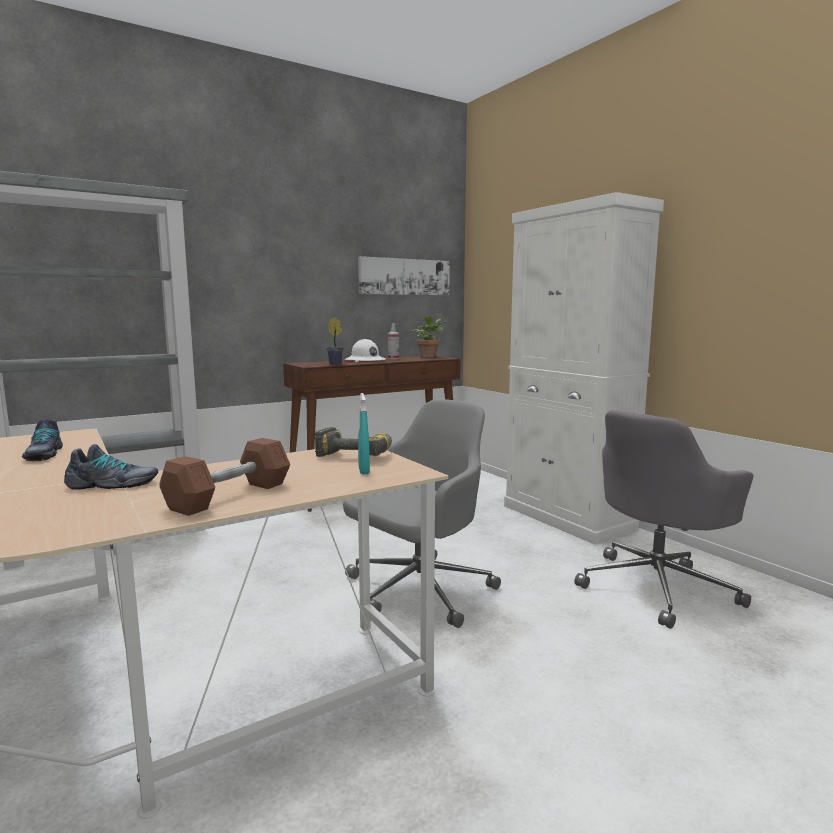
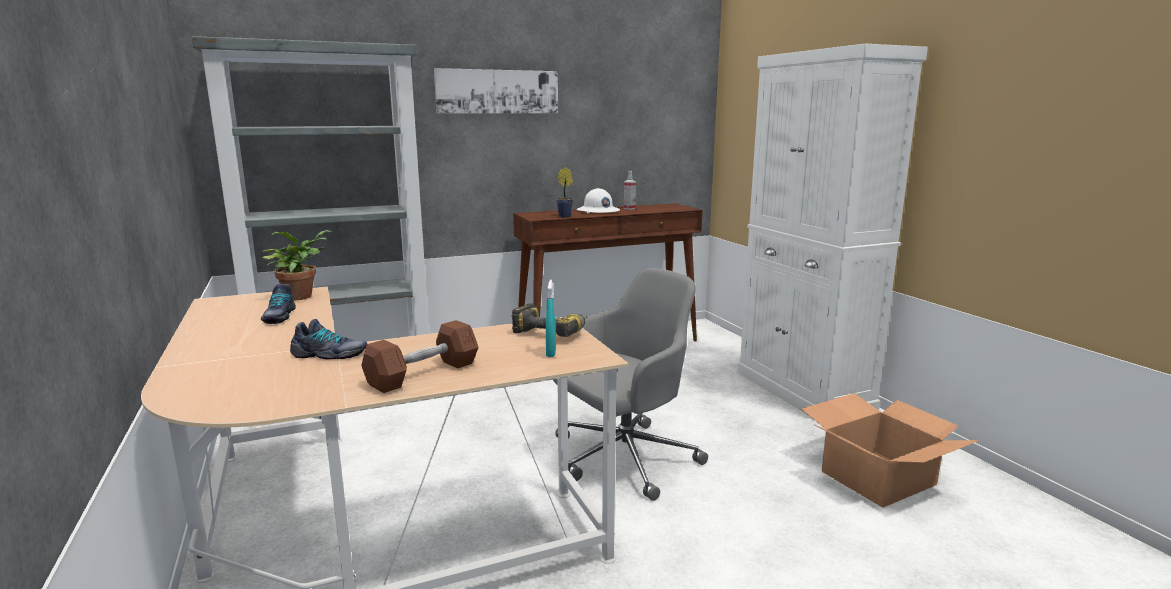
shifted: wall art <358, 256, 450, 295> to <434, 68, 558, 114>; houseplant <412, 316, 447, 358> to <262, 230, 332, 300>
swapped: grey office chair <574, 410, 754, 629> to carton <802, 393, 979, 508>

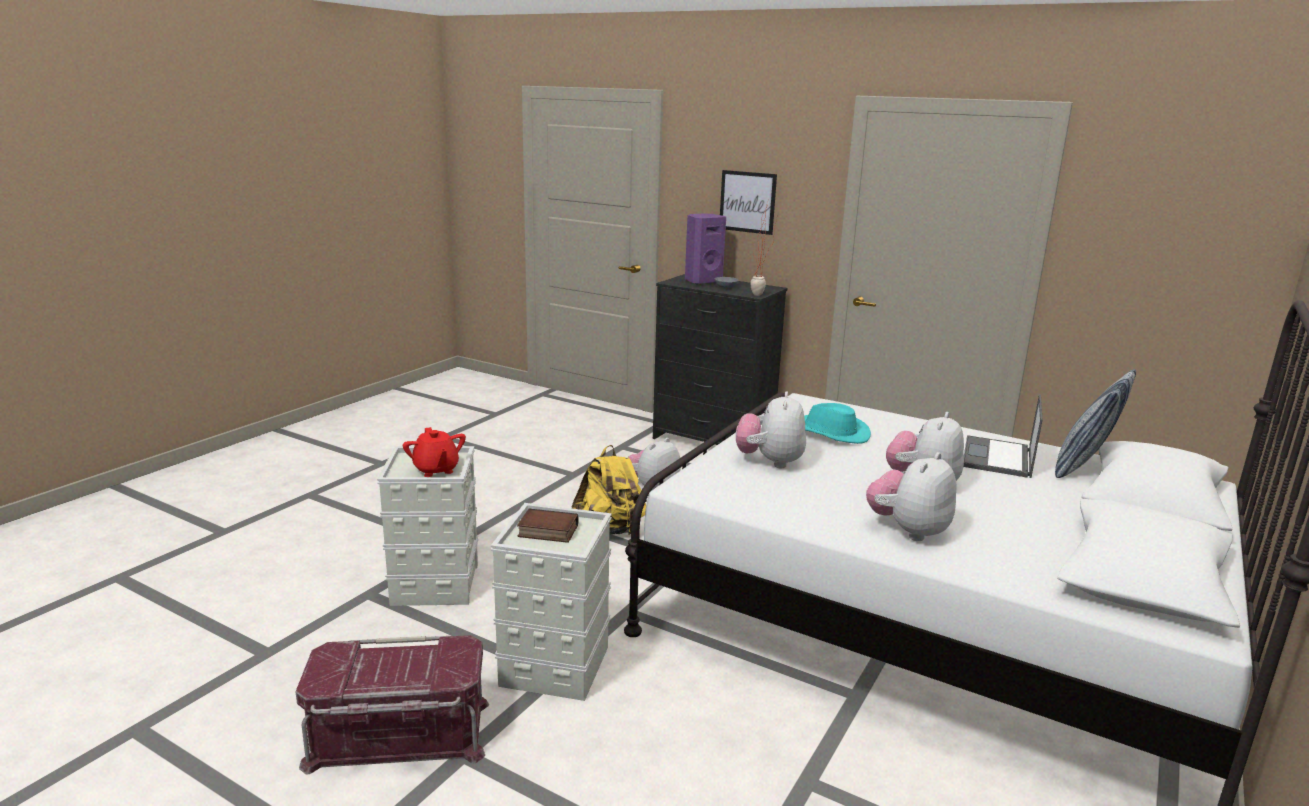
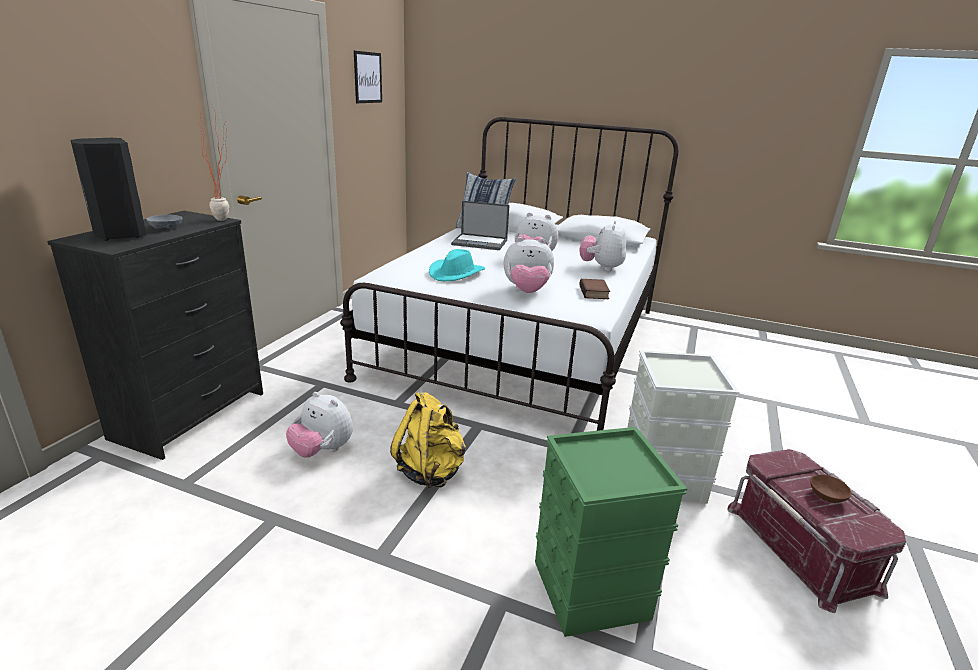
gone: red-coloured teapot <403, 427, 466, 477>
new: brownish serving bowl <810, 474, 852, 503>
shifted: book <517, 509, 578, 543> to <579, 279, 610, 299>; wall art <720, 170, 777, 235> to <354, 51, 382, 103>
repainted: grey storage container <377, 446, 478, 606> to green-coloured storage container <535, 427, 687, 637>; purple-coloured loudspeaker <685, 214, 726, 284> to black-coloured loudspeaker <70, 138, 146, 241>
rotated: soft toy <866, 452, 957, 541> = <579, 221, 626, 271> 75 degrees clockwise

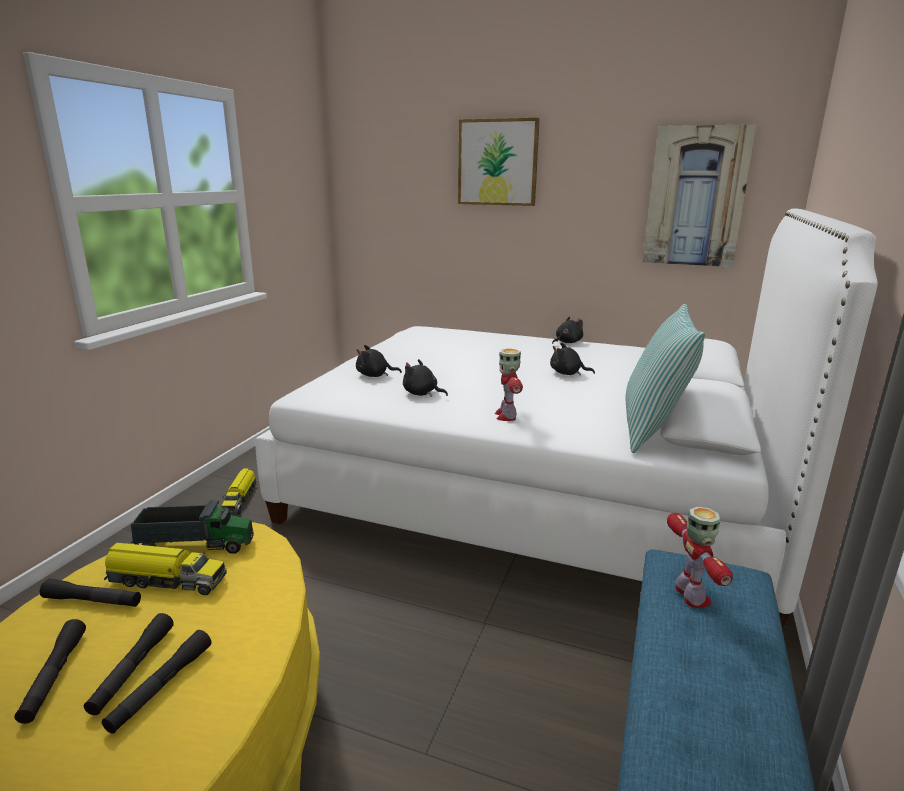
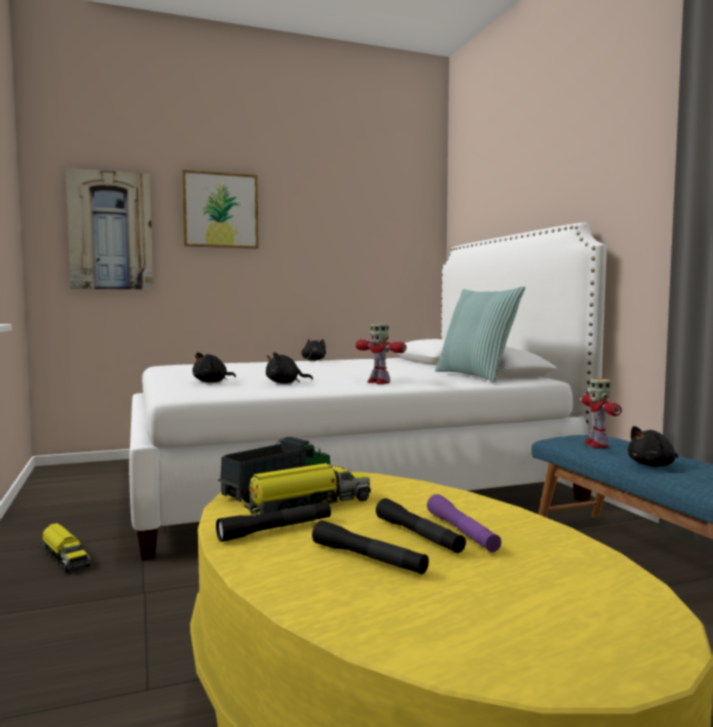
shifted: black-coloured soft toy <550, 343, 595, 375> to <628, 426, 678, 466>; wall art <643, 124, 757, 267> to <66, 168, 153, 290>
repainted: black-coloured flashlight <102, 630, 211, 734> to purple-coloured flashlight <427, 494, 501, 552>
rotated: model robot <667, 507, 733, 608> = <582, 379, 622, 448> 135 degrees counterclockwise

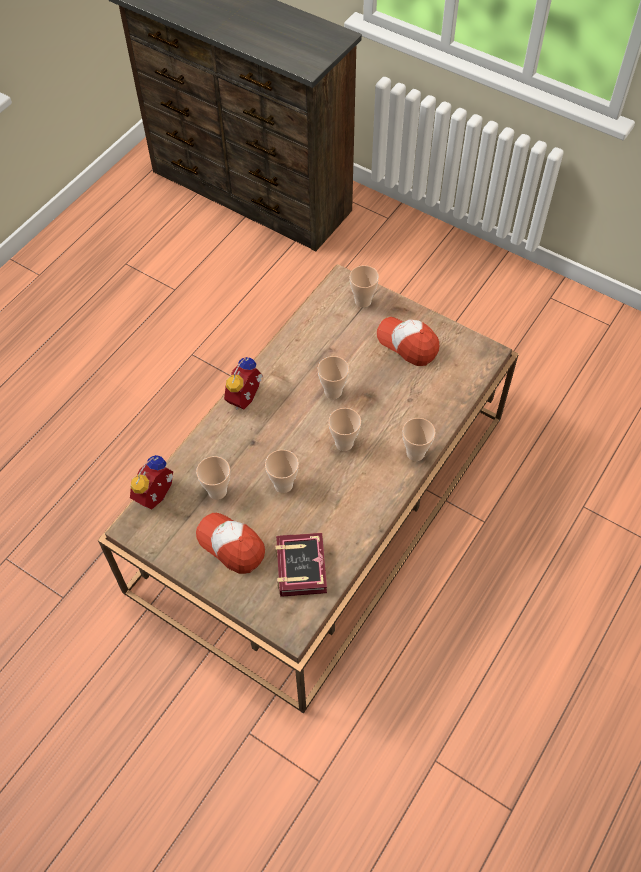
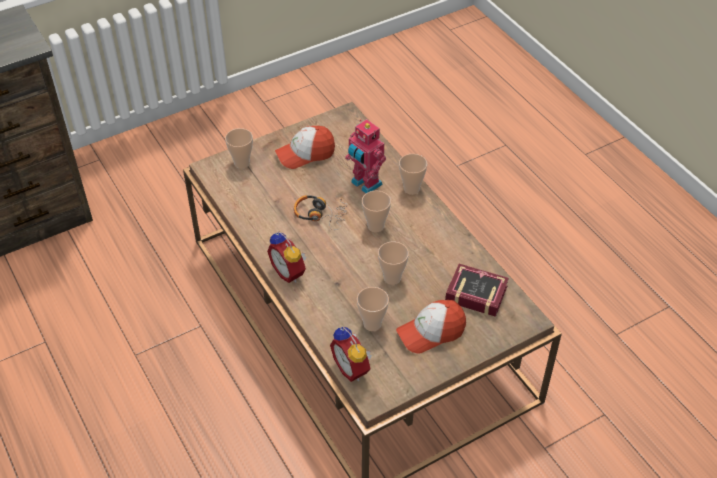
new: model robot <345, 119, 386, 194>
swapped: cup <318, 356, 349, 399> to pair of headphones <294, 195, 348, 230>

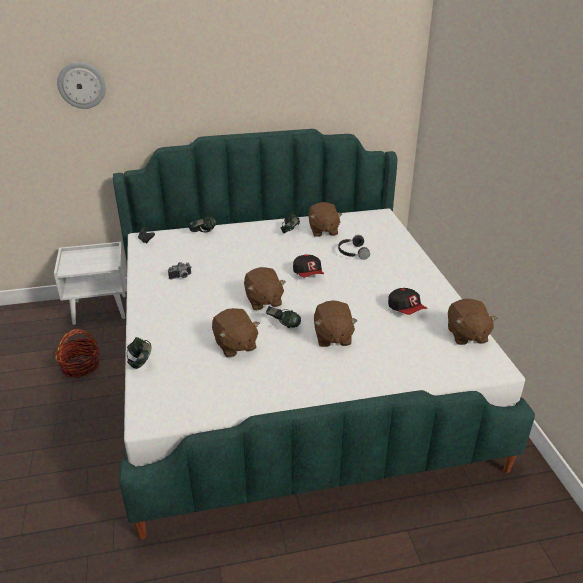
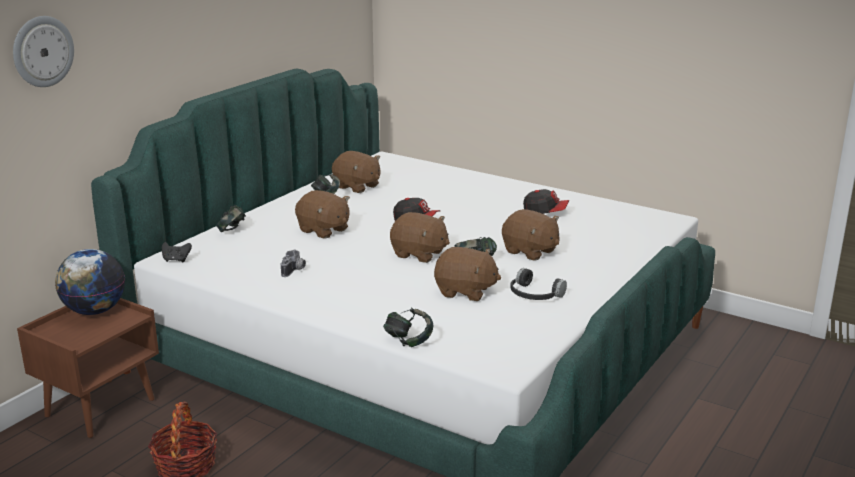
new: globe <55, 249, 125, 315>
shifted: black-coloured pair of headphones <338, 235, 370, 260> to <510, 268, 567, 300>; brownish soft toy <448, 299, 498, 345> to <295, 190, 350, 238>
repainted: white nightstand <54, 242, 126, 325> to brownish nightstand <17, 298, 159, 438>

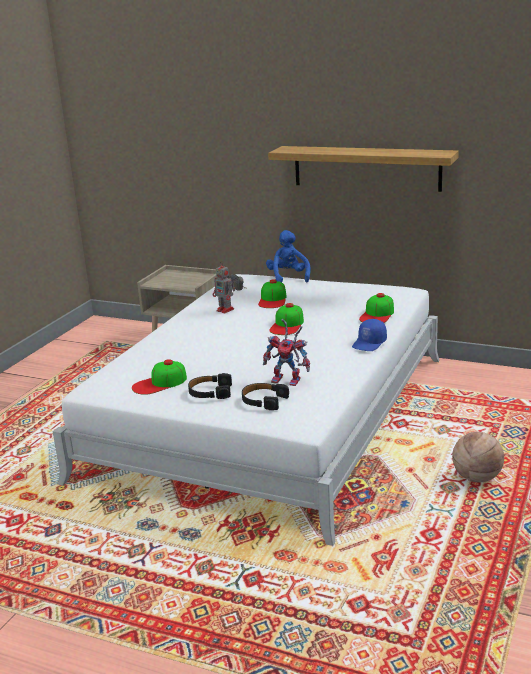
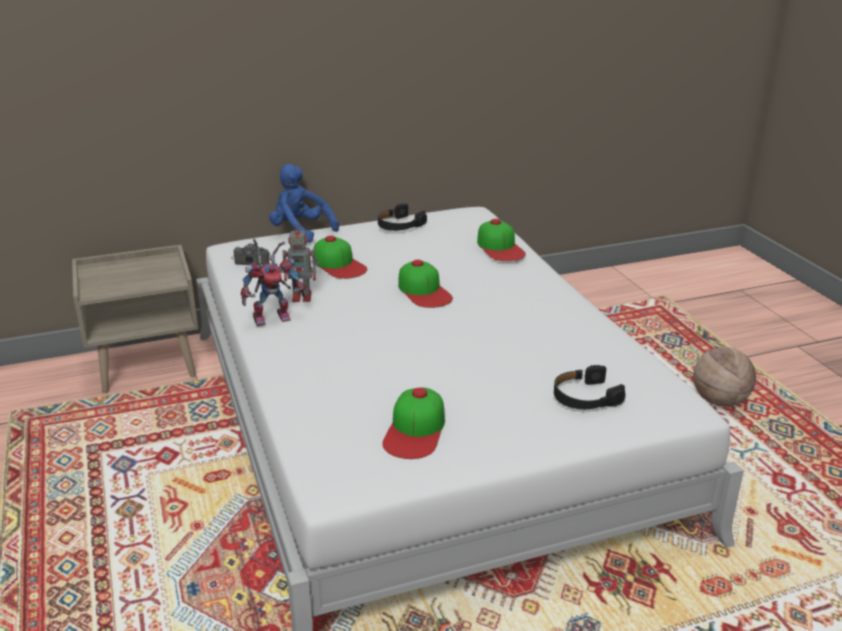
gone: wall shelf <268, 146, 459, 192>; bluish cap <352, 319, 387, 351>
shifted: black-coloured pair of headphones <188, 373, 232, 399> to <378, 204, 427, 231>; model robot <263, 319, 310, 386> to <241, 239, 307, 326>

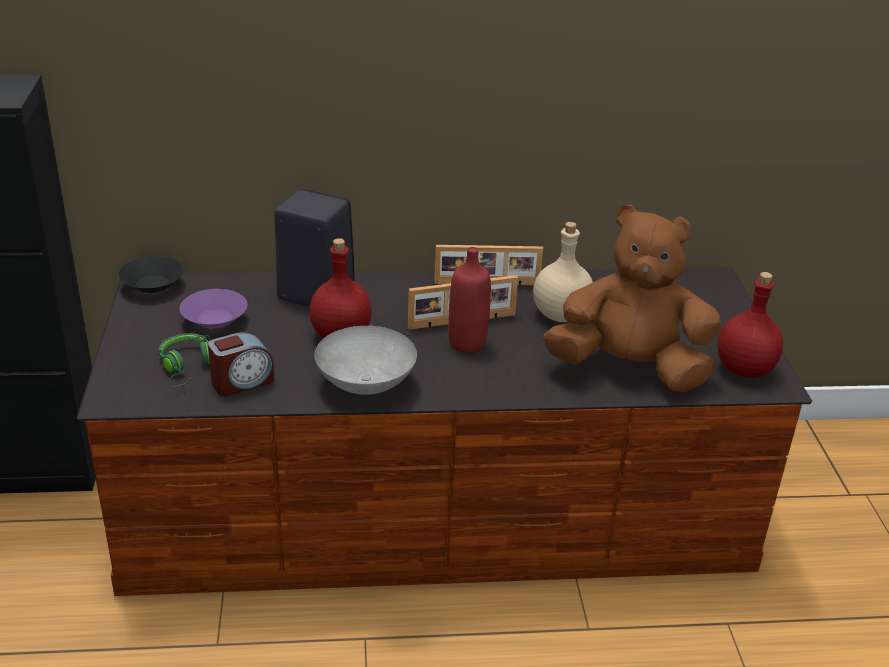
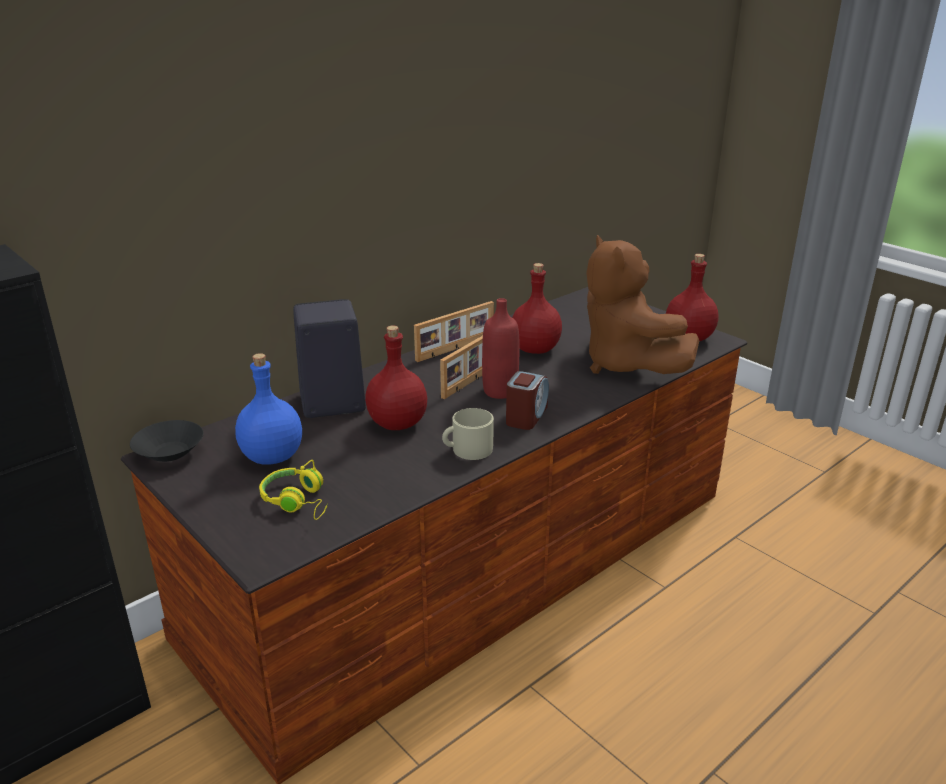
shifted: table clock <208, 332, 274, 396> to <506, 371, 549, 430>
swapped: purple-coloured serving bowl <180, 289, 247, 329> to bluish beverage bottle <235, 353, 302, 465>; grey serving bowl <315, 326, 417, 395> to beige-coloured coffee mug <442, 408, 494, 460>
repainted: green-coloured pair of headphones <158, 333, 210, 387> to yellowish pair of headphones <259, 460, 328, 520>; beige-coloured beverage bottle <533, 222, 593, 322> to red-coloured beverage bottle <512, 263, 562, 354>
rotated: brownish soft toy <543, 205, 721, 392> = <586, 235, 699, 374> 90 degrees counterclockwise

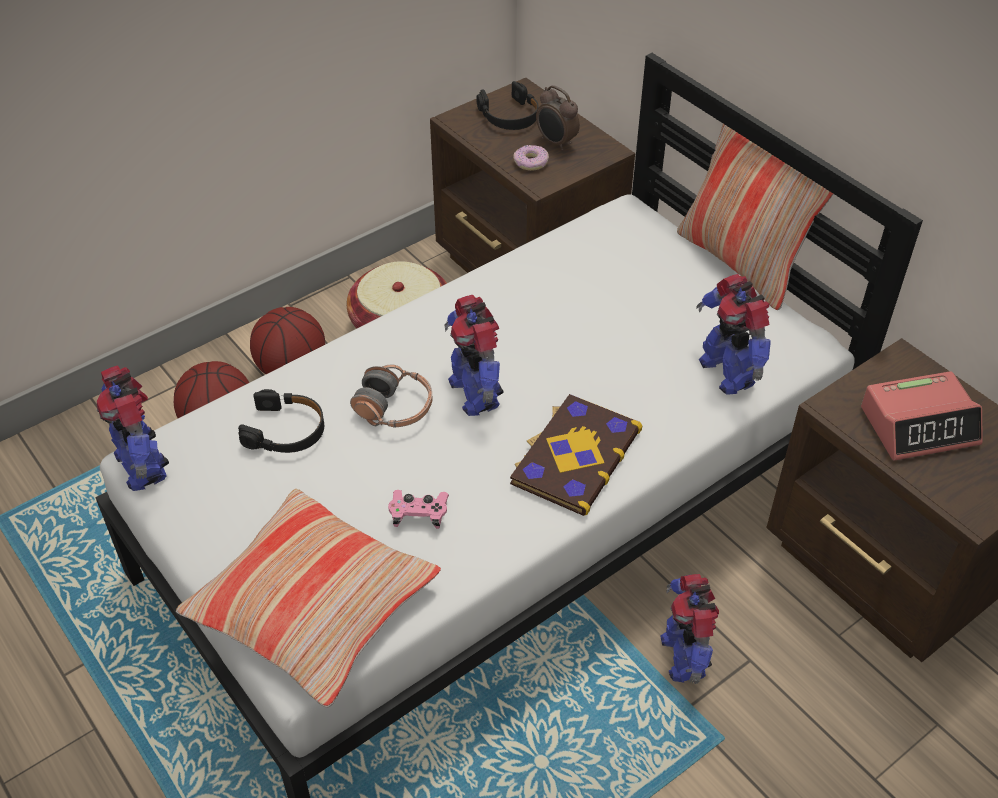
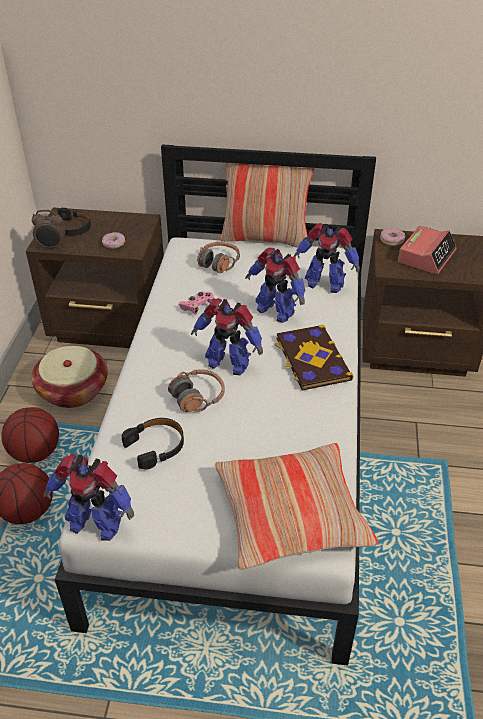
new: pair of headphones <197, 242, 240, 273>; ring doughnut <380, 228, 405, 246>
shifted: pink gamepad <388, 490, 449, 529> to <178, 291, 215, 315>; table clock <536, 85, 580, 151> to <32, 210, 65, 250>; model robot <660, 574, 719, 684> to <245, 247, 306, 323>

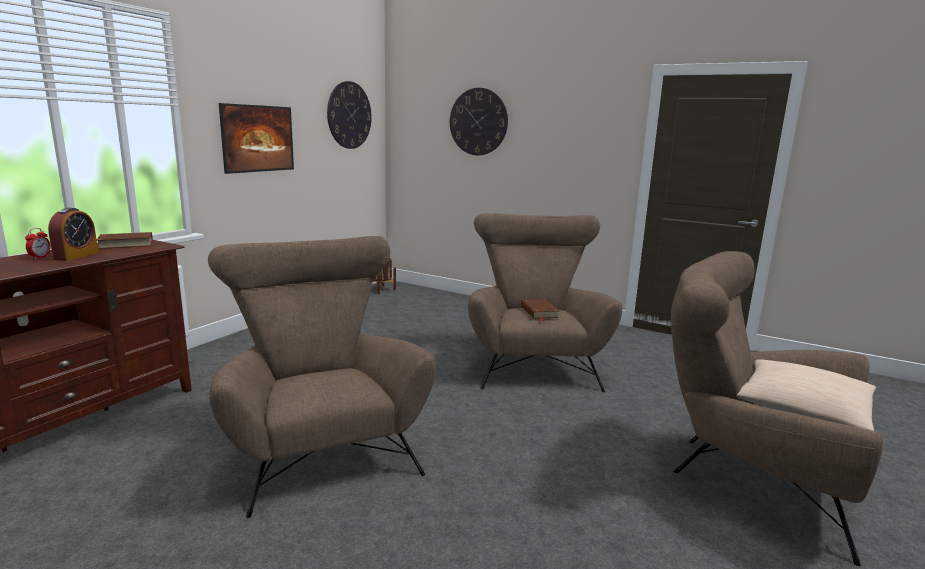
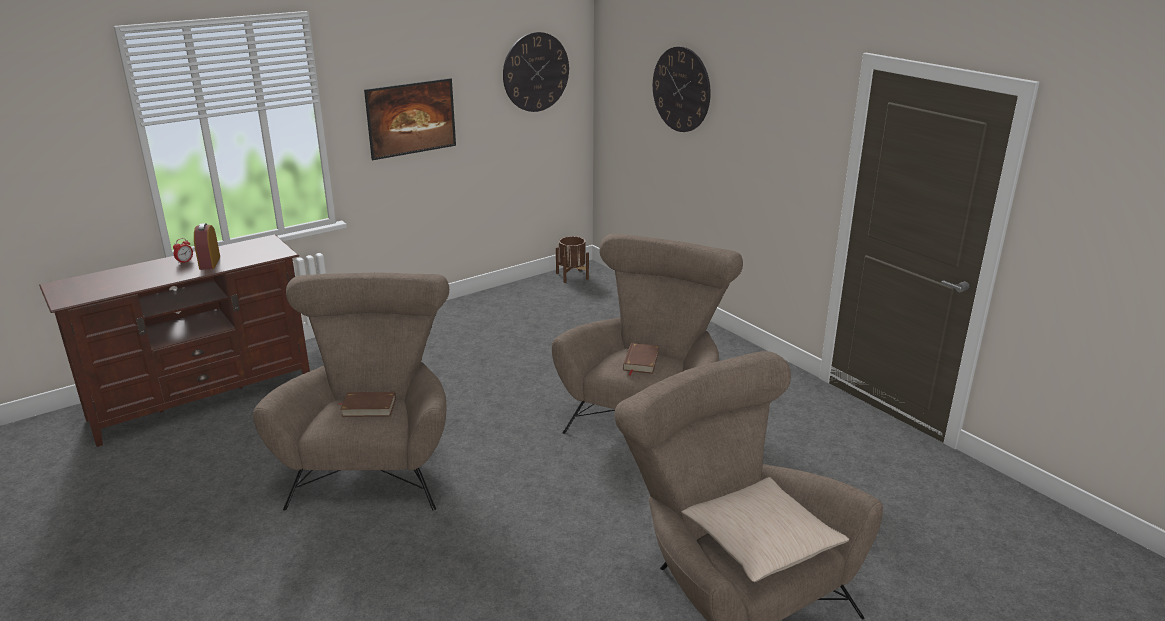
shifted: brownish book <97, 232, 153, 249> to <338, 392, 396, 417>
rotated: table clock <48, 208, 98, 261> = <194, 223, 220, 270> 135 degrees clockwise

